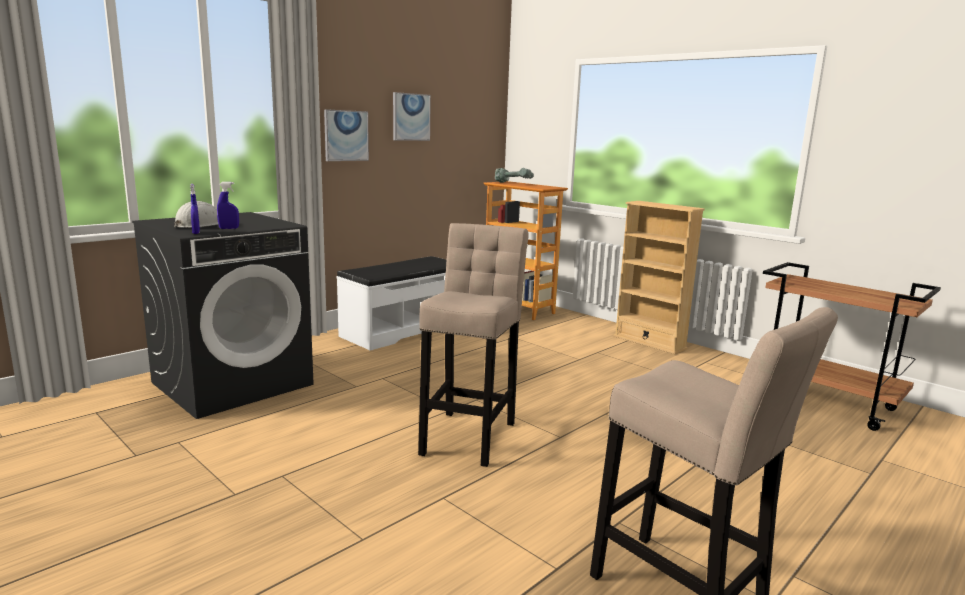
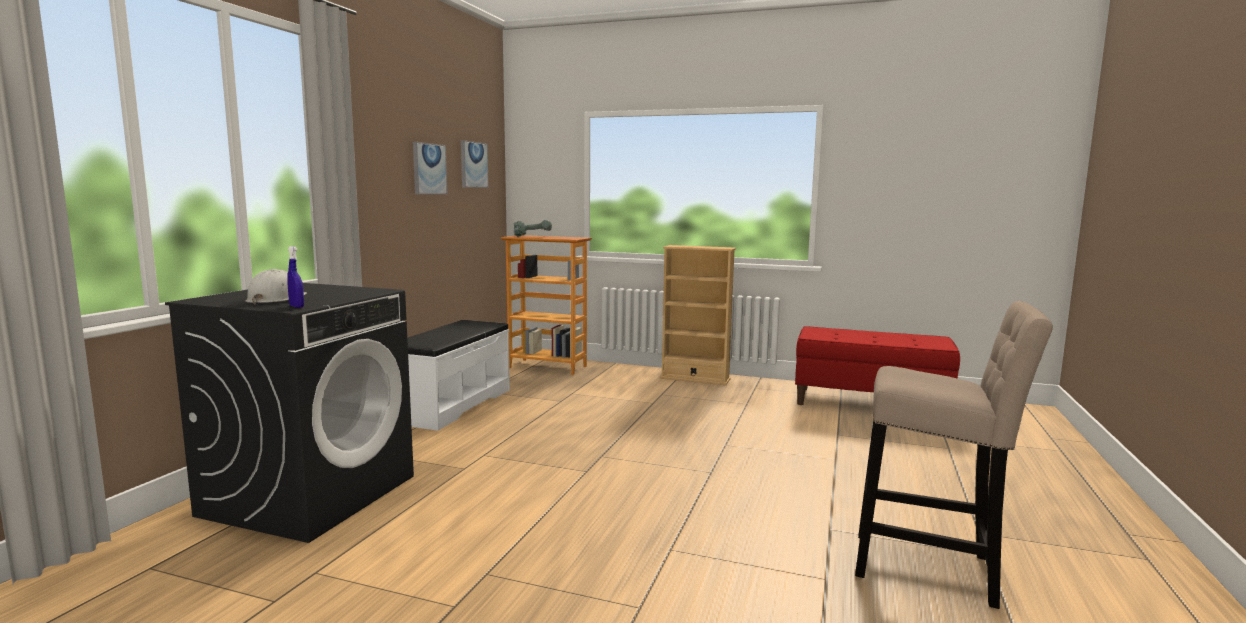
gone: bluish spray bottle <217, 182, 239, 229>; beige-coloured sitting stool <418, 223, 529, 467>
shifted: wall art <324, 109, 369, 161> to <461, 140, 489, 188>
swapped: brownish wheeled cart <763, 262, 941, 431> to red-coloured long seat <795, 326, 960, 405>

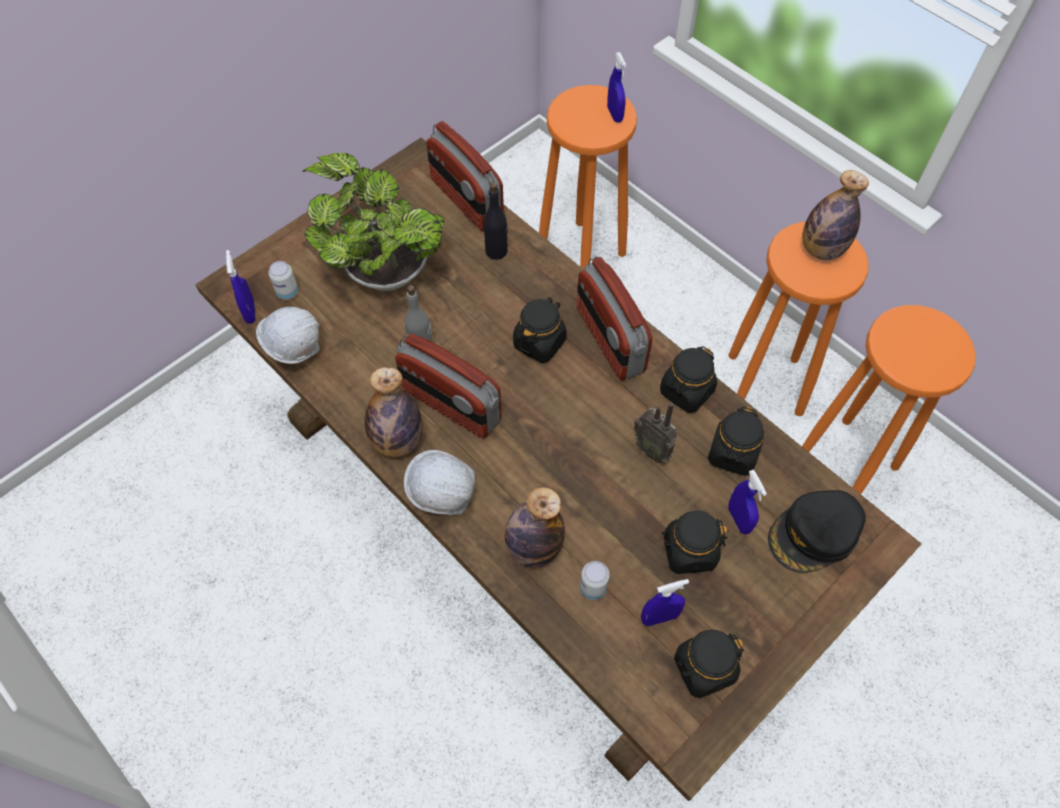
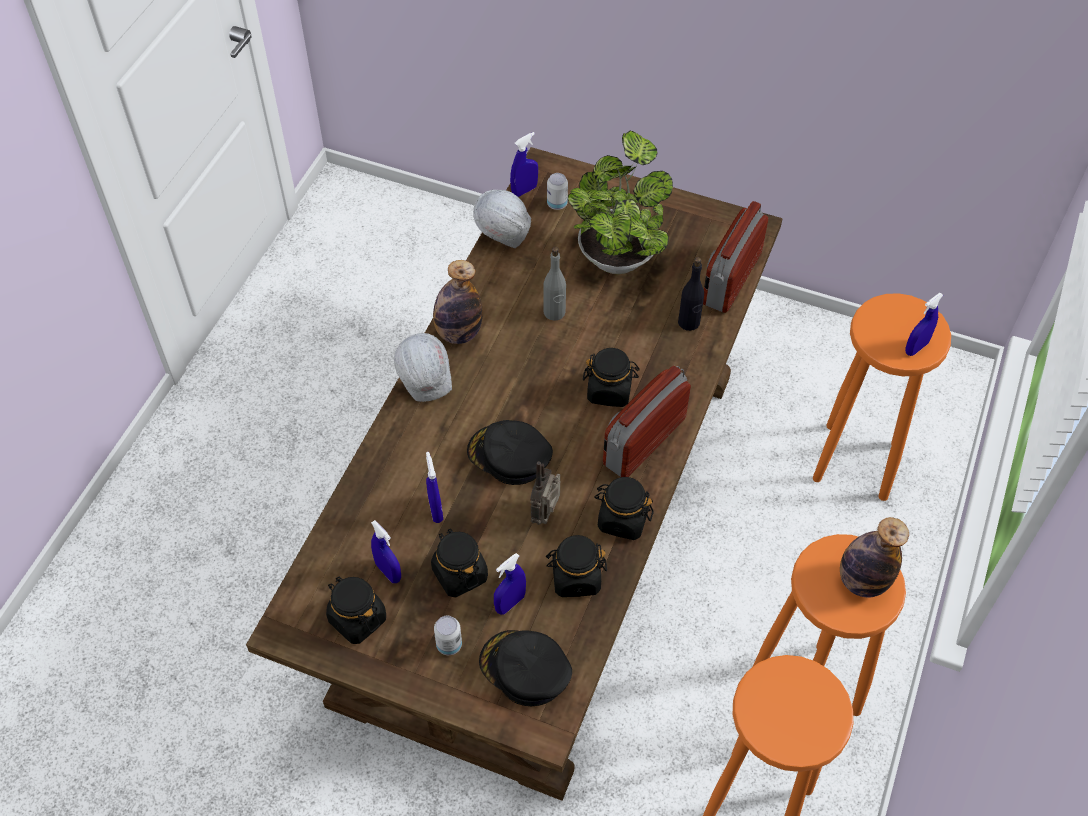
gone: radio receiver <395, 334, 502, 439>; beverage bottle <505, 487, 565, 568>
new: bluish spray bottle <426, 452, 443, 523>; black-coloured cap <467, 420, 553, 485>
shifted: can <580, 561, 610, 600> to <434, 616, 462, 655>

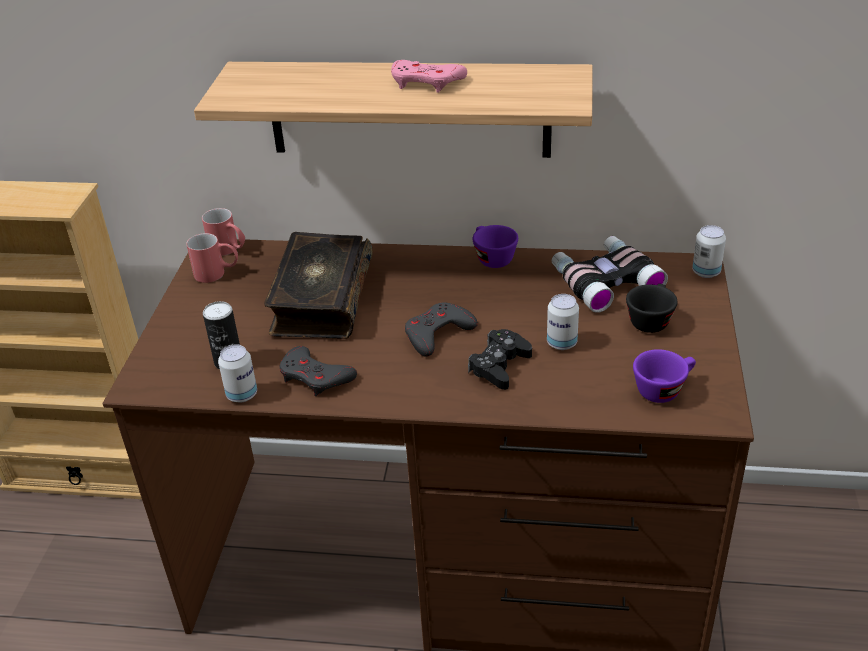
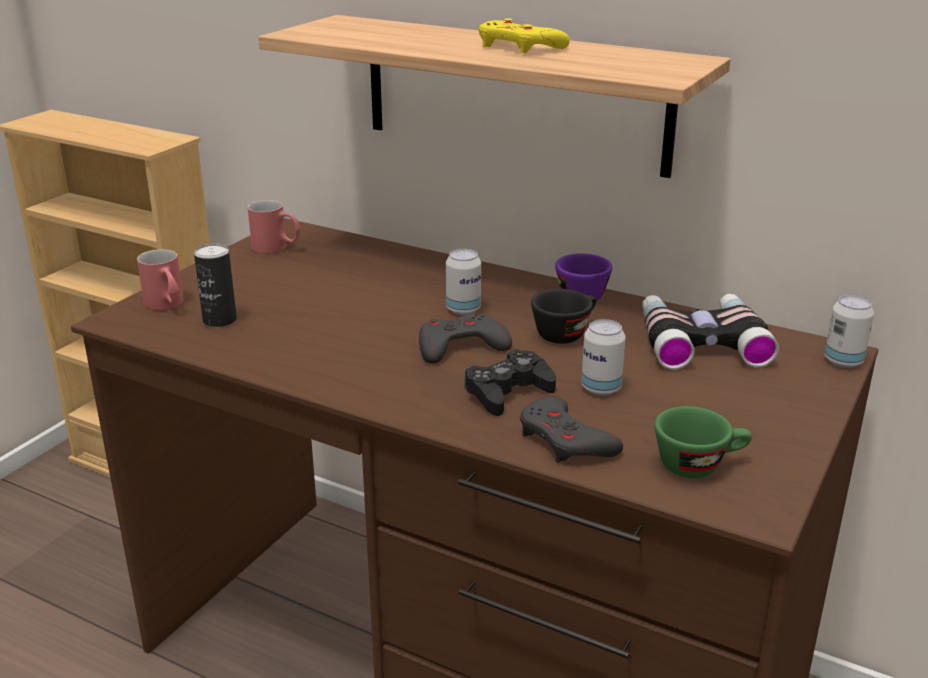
gone: book <264, 232, 373, 339>
shifted: red-coloured coffee mug <202, 208, 245, 256> to <137, 249, 183, 310>; can <218, 344, 257, 402> to <446, 249, 481, 315>; grey gamepad <280, 346, 357, 396> to <520, 396, 623, 463>; black-coloured cup <626, 284, 677, 333> to <531, 289, 596, 344>
repainted: pink gamepad <391, 60, 467, 93> to yellowish gamepad <479, 18, 570, 53>; purple-coloured cup <633, 349, 696, 403> to green-coloured cup <655, 406, 752, 478>

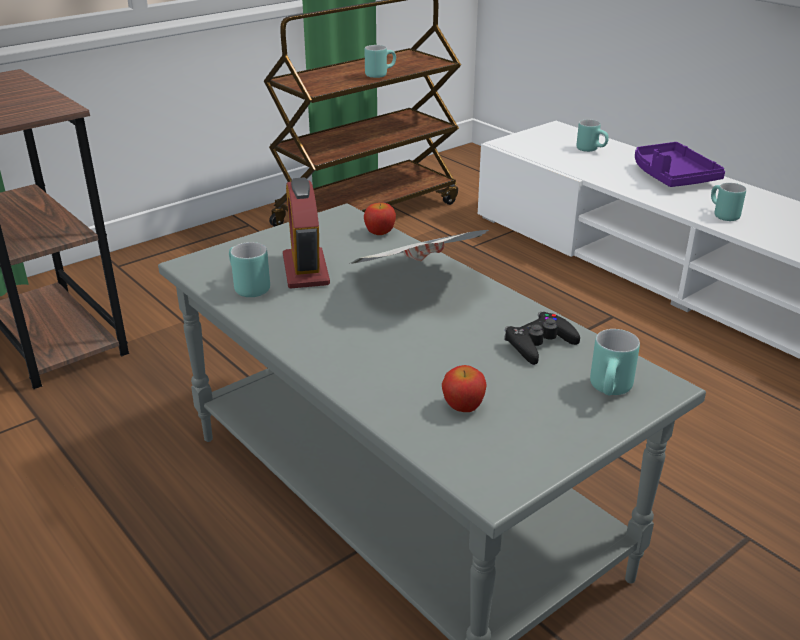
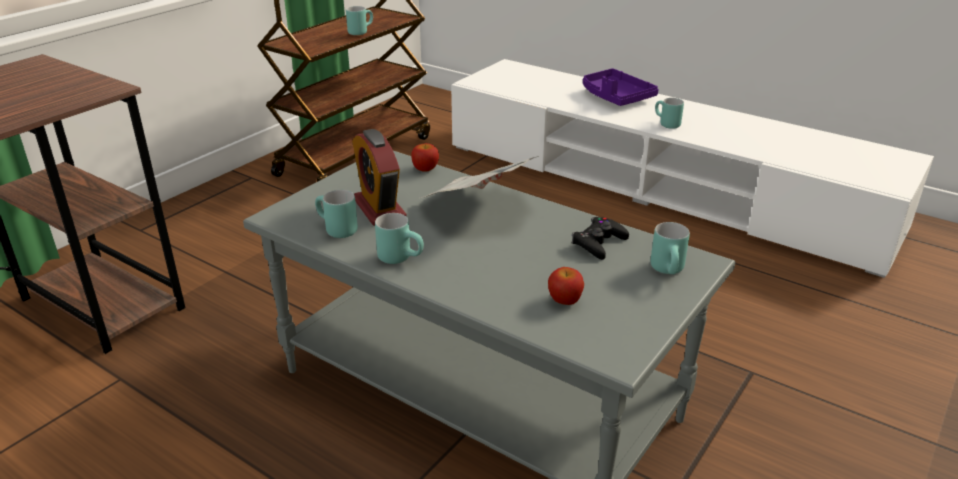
shifted: turquoise coffee mug <576, 120, 609, 152> to <375, 213, 424, 264>

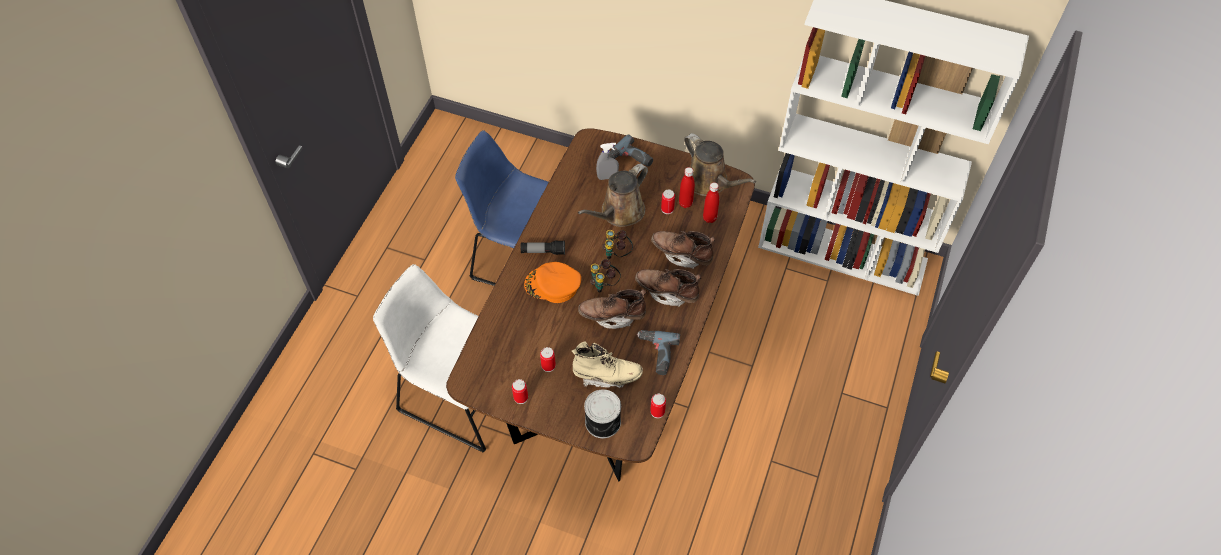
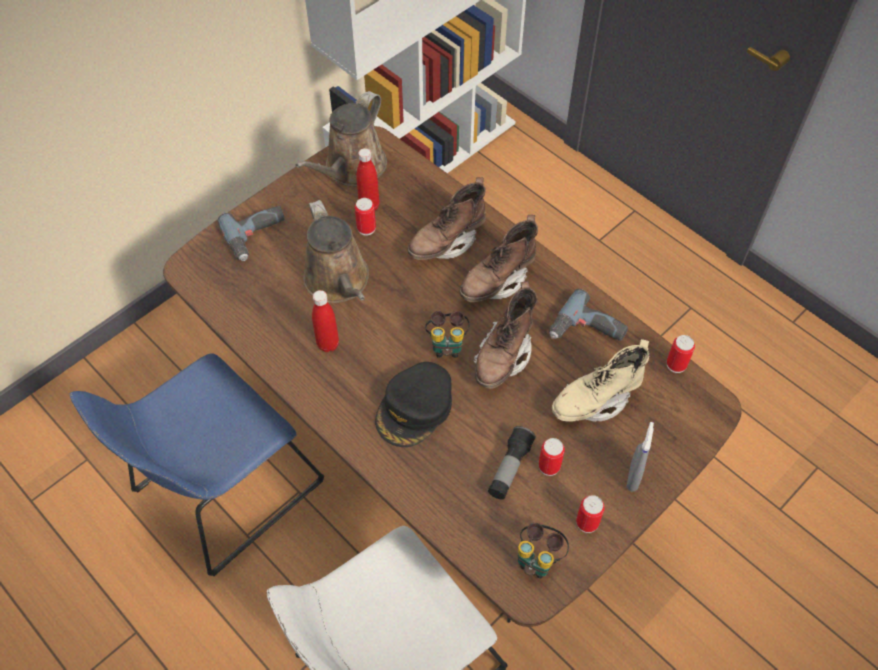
gone: can <584, 389, 621, 438>
shifted: flashlight <521, 240, 565, 255> to <488, 426, 536, 499>; grey spray bottle <596, 143, 619, 180> to <626, 422, 654, 492>; binoculars <602, 230, 633, 259> to <518, 523, 569, 578>; red-coloured beverage bottle <703, 182, 719, 223> to <312, 290, 339, 352>
repainted: orange-coloured cap <524, 262, 581, 303> to black-coloured cap <375, 362, 452, 447>
rotated: beige-coloured tall boot <572, 342, 643, 389> = <552, 339, 650, 422> 150 degrees counterclockwise; brownish sprinkling can <684, 133, 756, 196> = <295, 91, 387, 186> 135 degrees clockwise

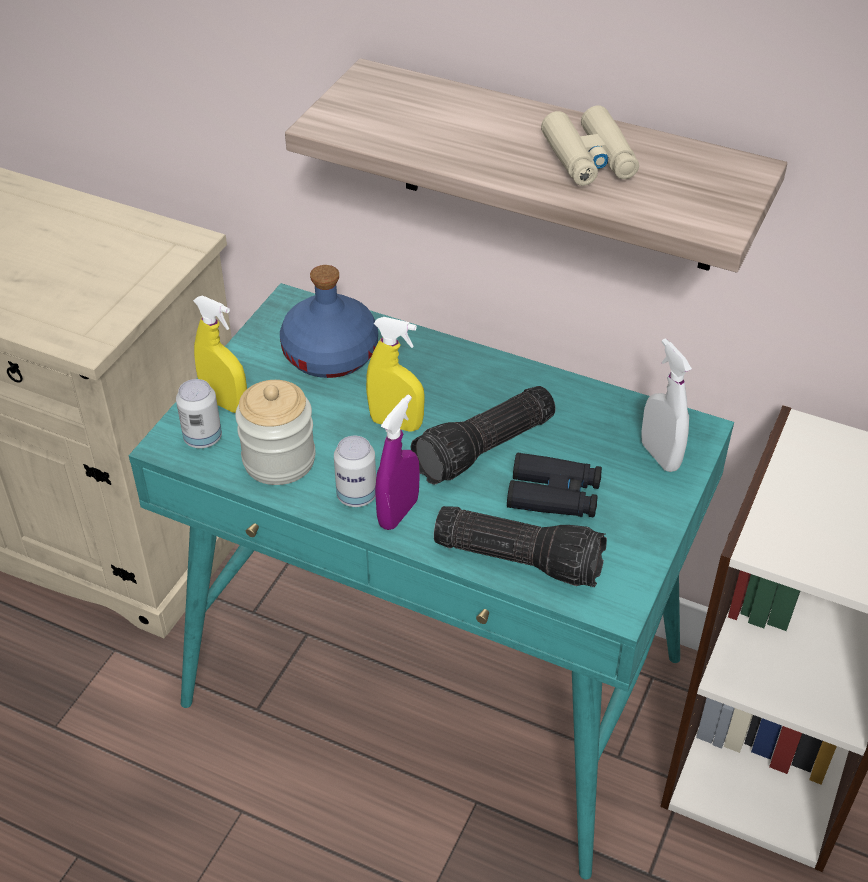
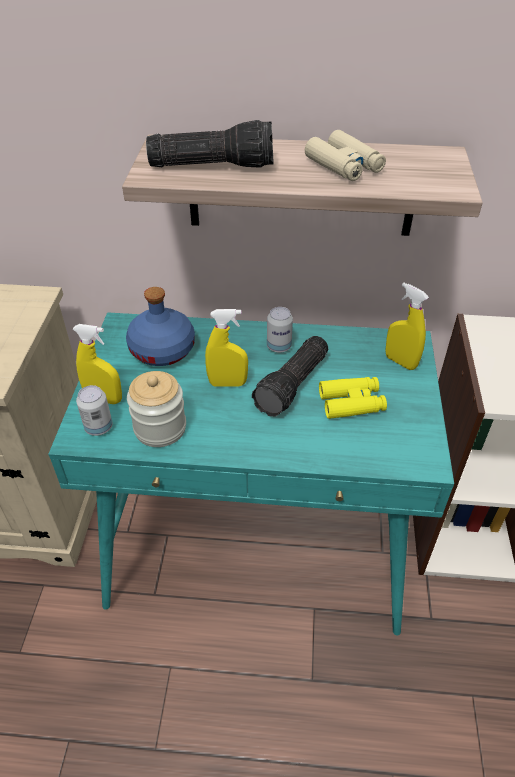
gone: purple-coloured spray bottle <375, 395, 420, 530>
shifted: can <334, 436, 376, 507> to <267, 307, 293, 353>; flashlight <434, 506, 607, 587> to <146, 120, 274, 168>
repainted: black-coloured binoculars <507, 453, 602, 518> to yellowish binoculars <319, 377, 387, 419>; white spray bottle <641, 338, 692, 472> to yellowish spray bottle <385, 282, 429, 370>

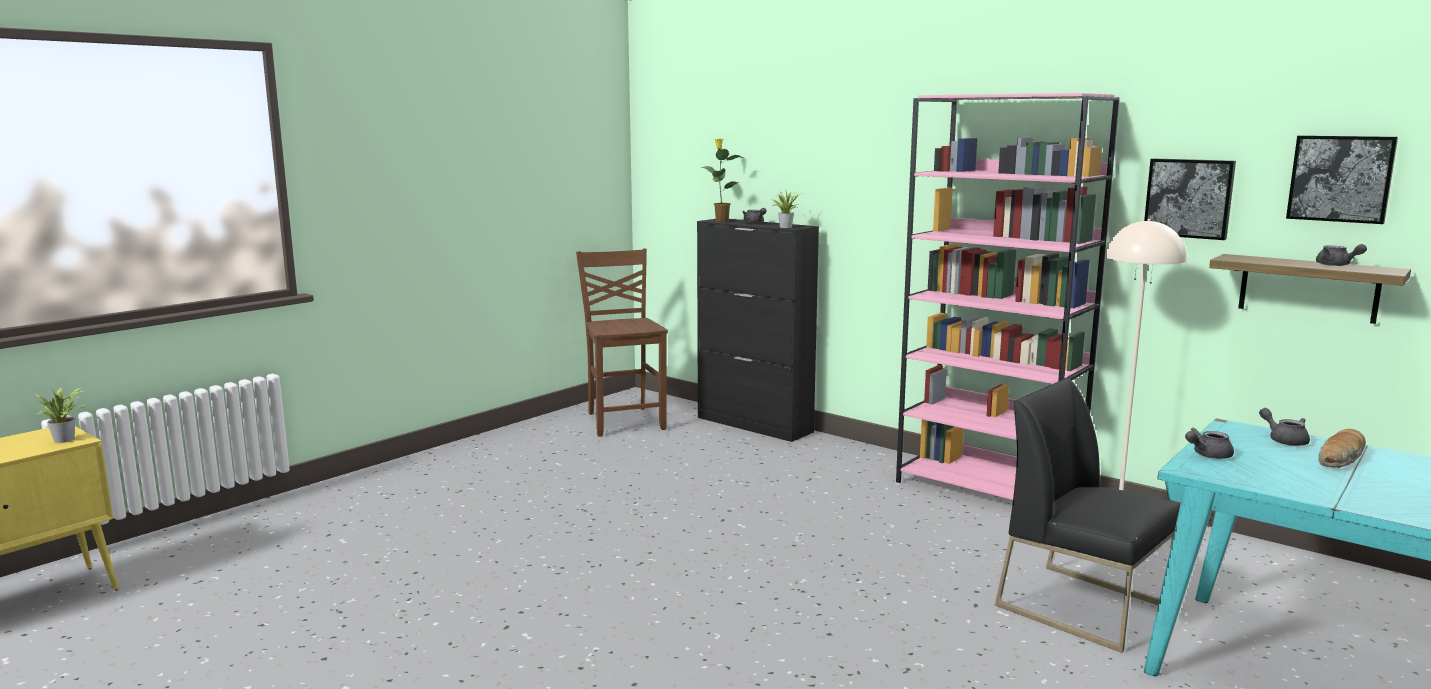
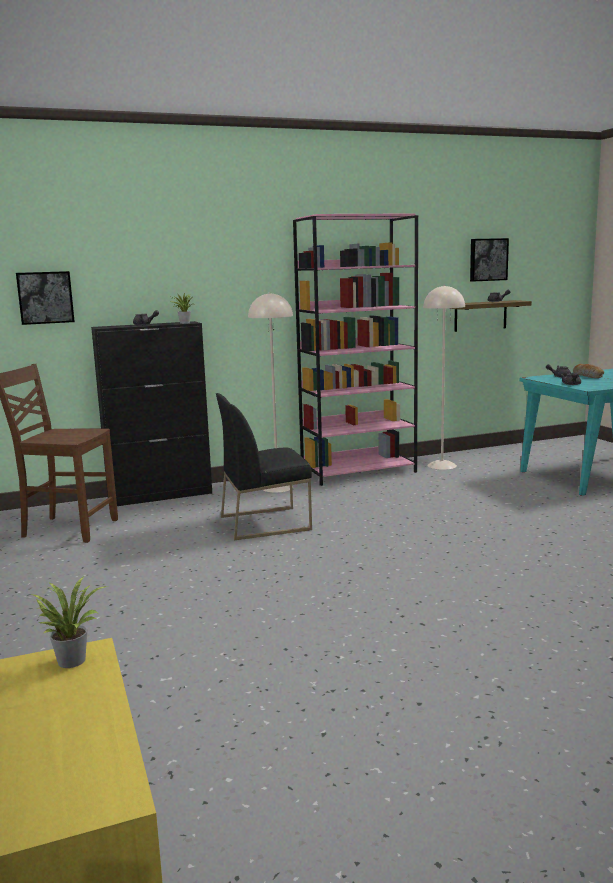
gone: houseplant <701, 139, 744, 222>
new: beige-coloured standard lamp <248, 292, 293, 493>
shifted: black-coloured plain chair <995, 378, 1180, 653> to <216, 393, 312, 540>; wall art <1144, 158, 1236, 240> to <16, 271, 75, 325>

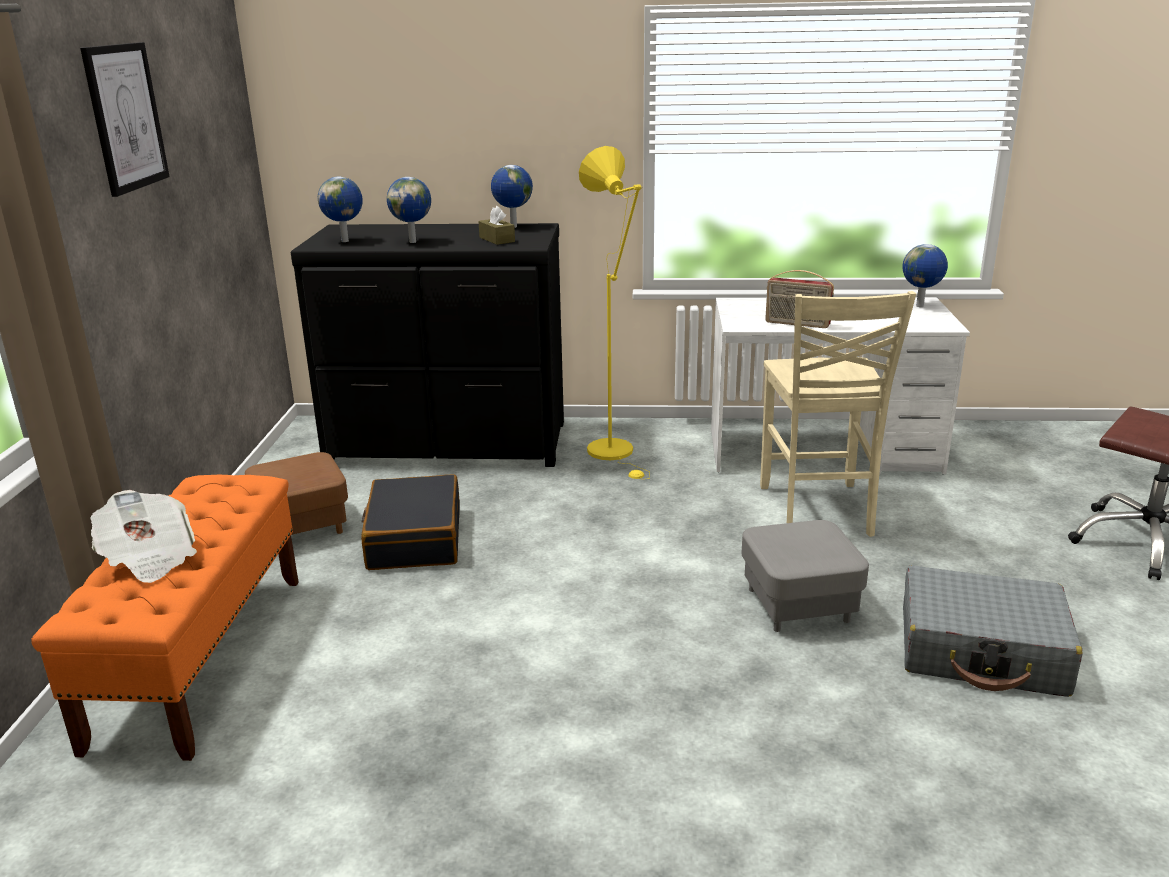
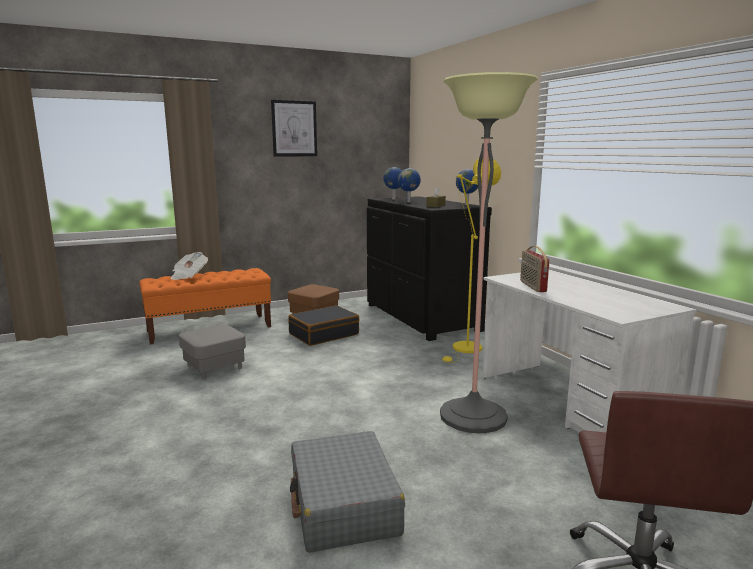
gone: globe <902, 244, 948, 307>
shifted: grey pouffe <741, 520, 869, 632> to <179, 324, 246, 379>
swapped: beige-coloured plain chair <760, 291, 916, 537> to standard lamp <440, 72, 538, 433>

